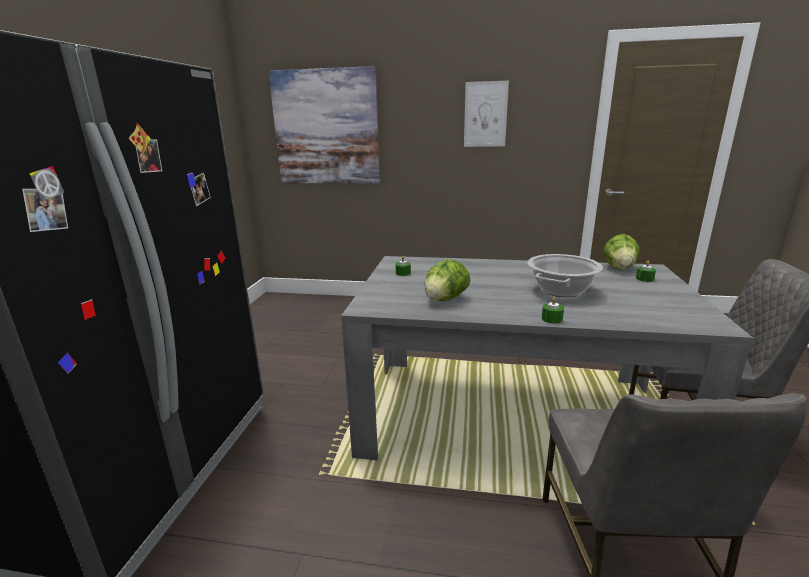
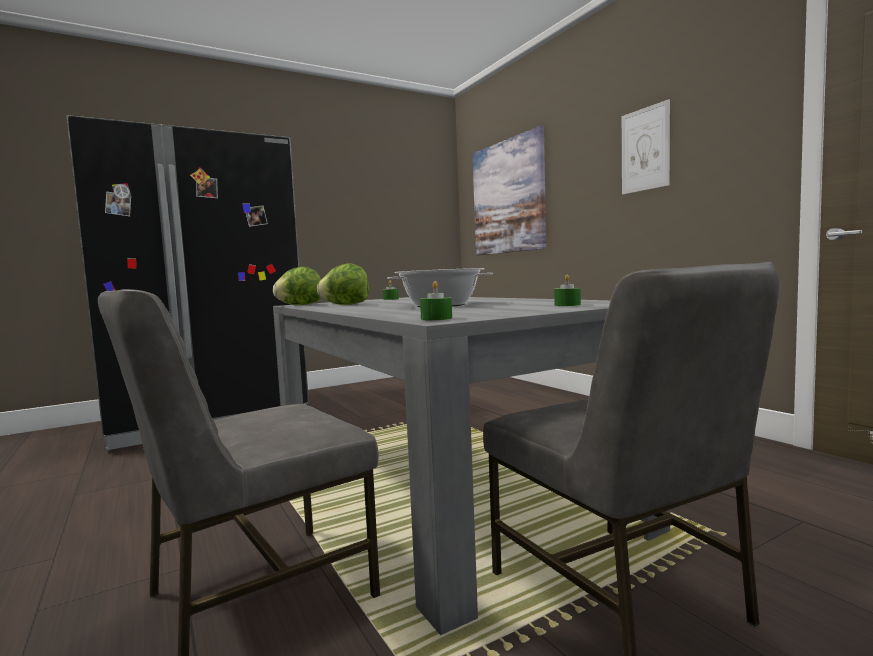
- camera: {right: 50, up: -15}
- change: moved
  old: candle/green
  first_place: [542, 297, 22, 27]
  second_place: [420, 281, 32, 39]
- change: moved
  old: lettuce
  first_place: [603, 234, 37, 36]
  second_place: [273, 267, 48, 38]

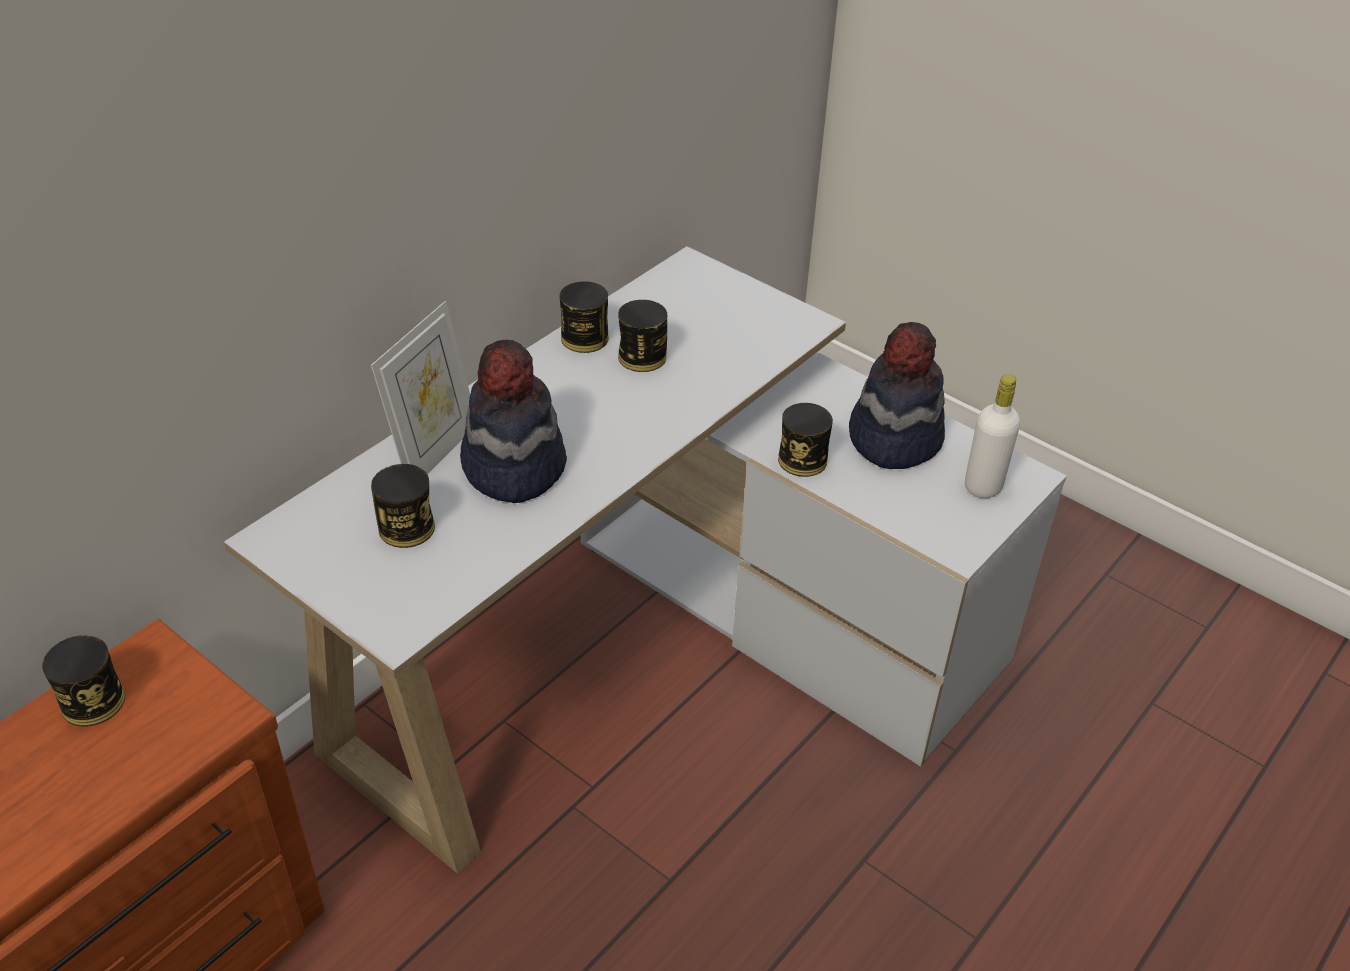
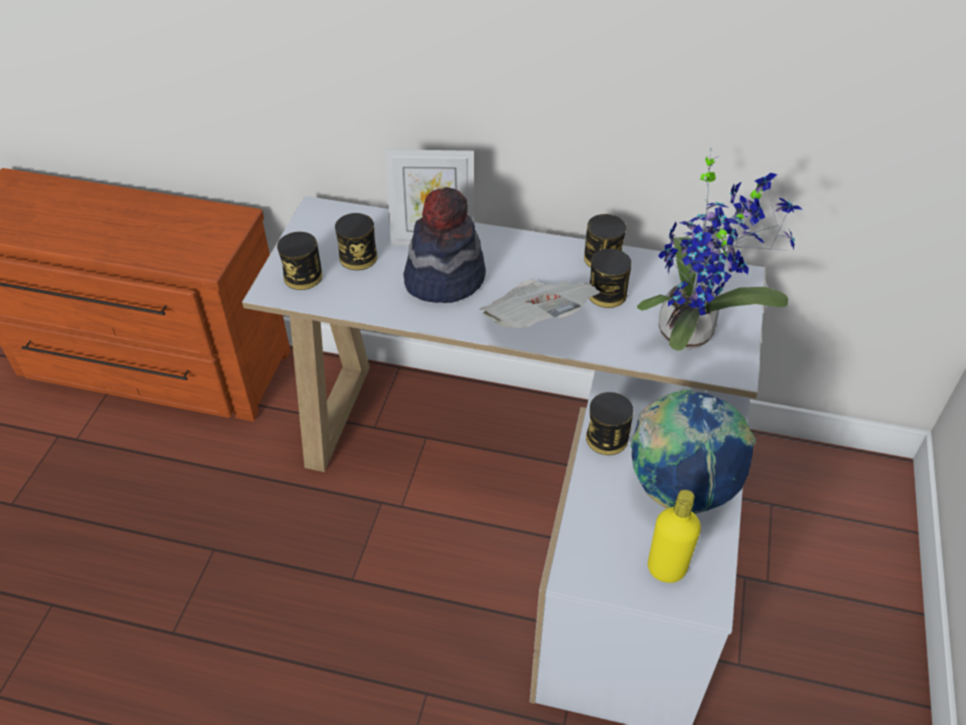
- camera: {right: 65, up: 5}
- change: added
  new: newspaper
  second_place: [480, 280, 120, 48]
- change: added
  new: potted plant
  second_place: [637, 148, 165, 203]
- change: moved
  old: can
  first_place: [42, 635, 83, 92]
  second_place: [277, 232, 45, 58]
- change: replaced
  old: hat
  new: globe
  first_place: [849, 322, 96, 147]
  second_place: [630, 389, 126, 125]
- change: recoloured
  old: bottle/white
  new: bottle/yellow
  first_place: [965, 374, 55, 124]
  second_place: [648, 490, 53, 93]

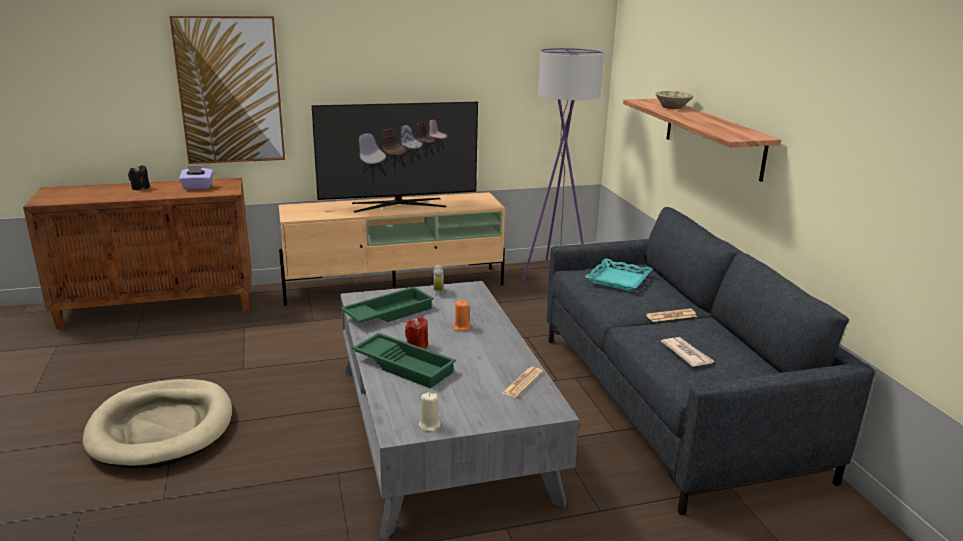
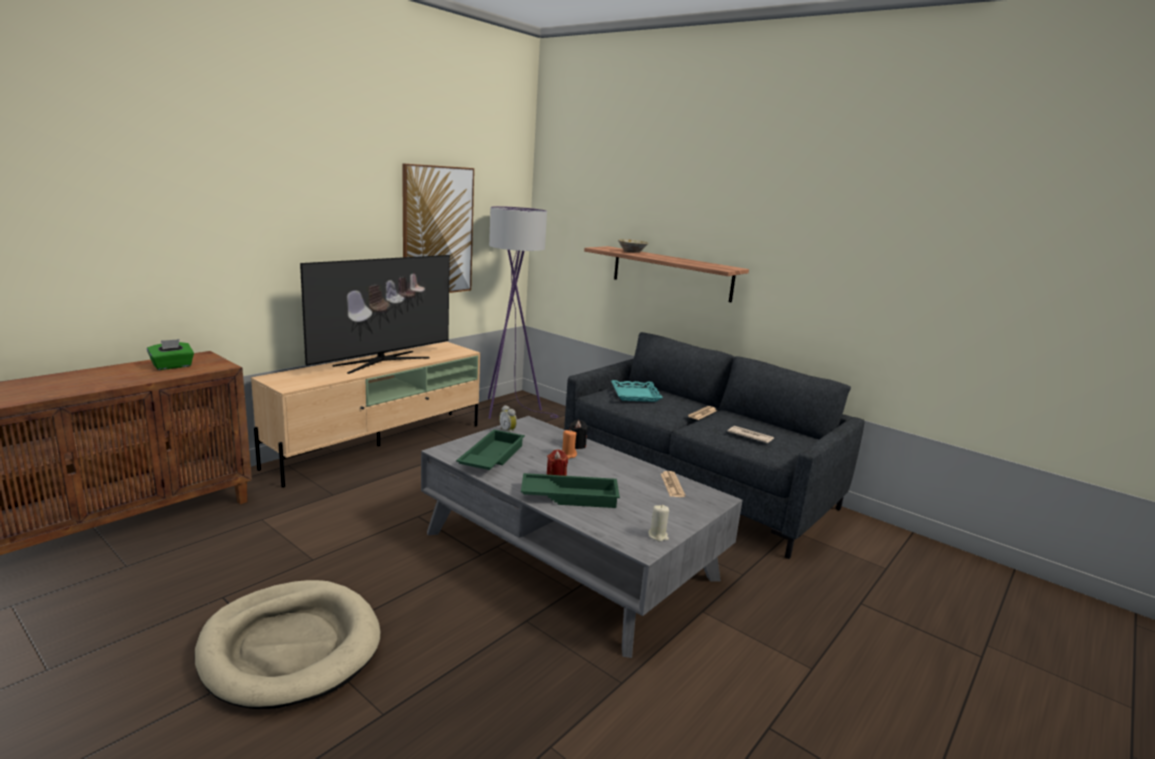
- camera: {right: -35, up: -5}
- change: moved
  old: candle/black
  first_place: [128, 165, 22, 25]
  second_place: [569, 420, 19, 29]
- change: moved
  old: picture
  first_place: [169, 16, 116, 148]
  second_place: [402, 163, 72, 130]
- change: recoloured
  old: tissue box/purple
  new: tissue box/green
  first_place: [179, 165, 34, 25]
  second_place: [147, 339, 47, 31]

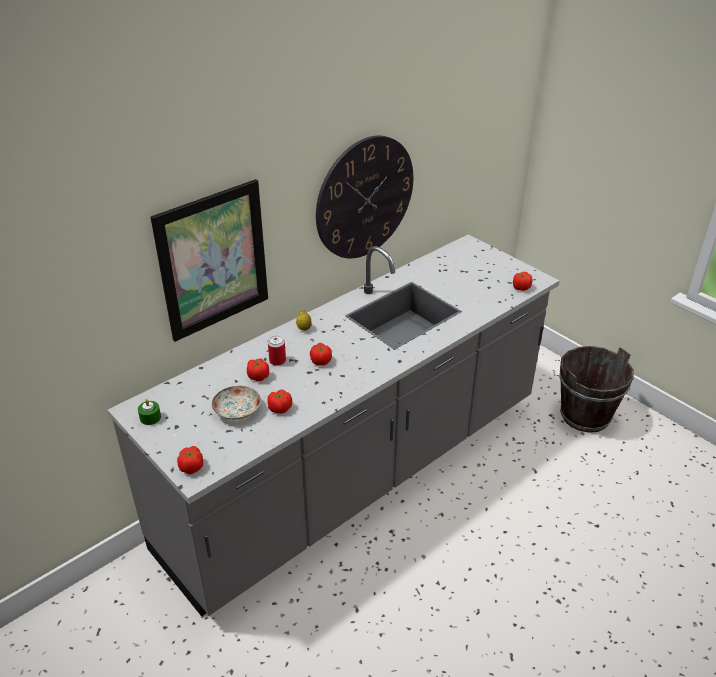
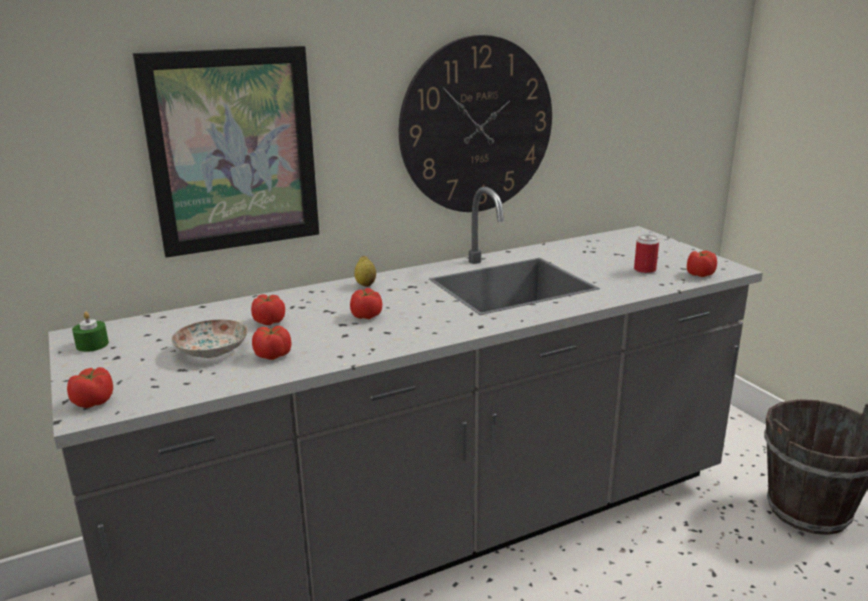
- camera: {right: 15, up: -15}
- change: moved
  old: can
  first_place: [268, 335, 18, 31]
  second_place: [634, 234, 25, 40]

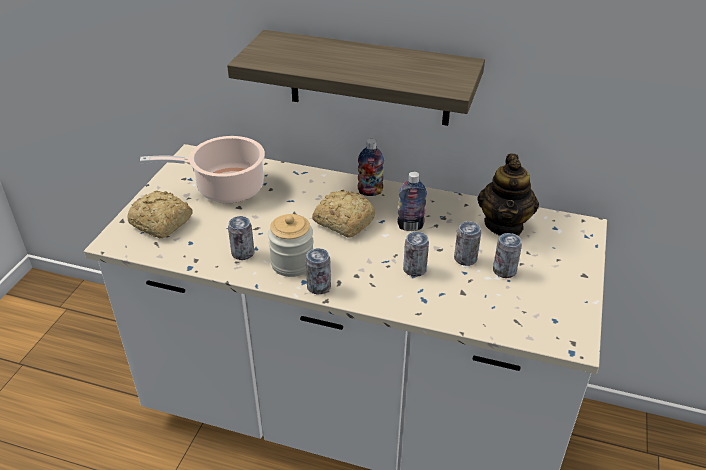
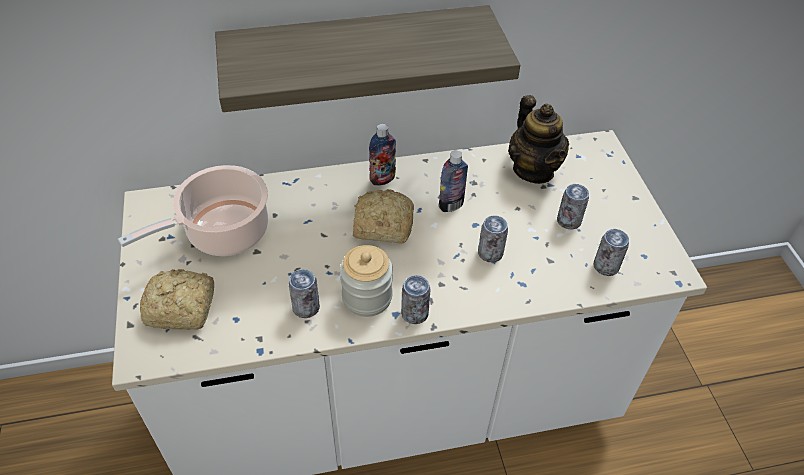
- camera: {right: -30, up: 10}
- change: moved
  old: can
  first_place: [454, 221, 27, 45]
  second_place: [593, 229, 36, 47]

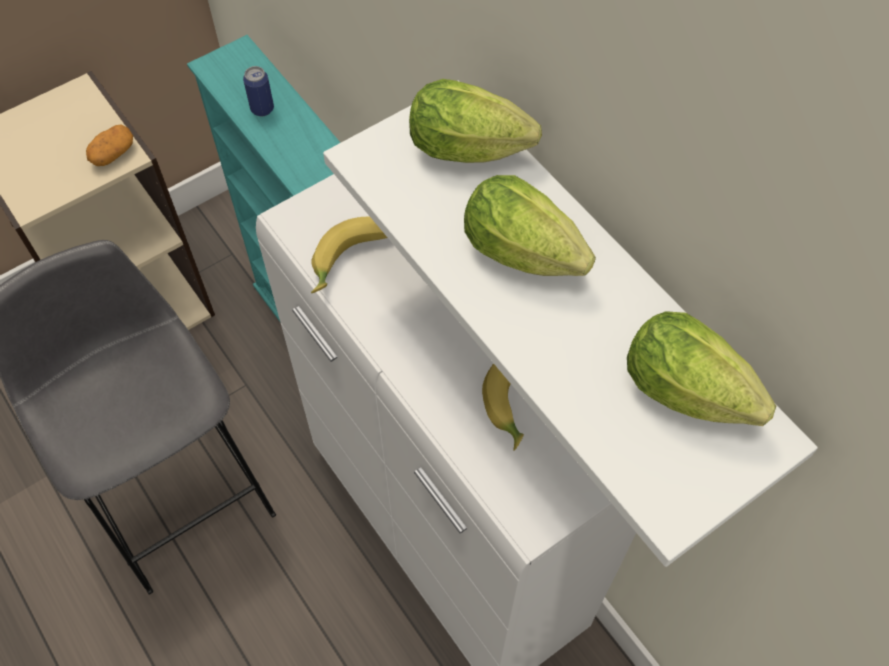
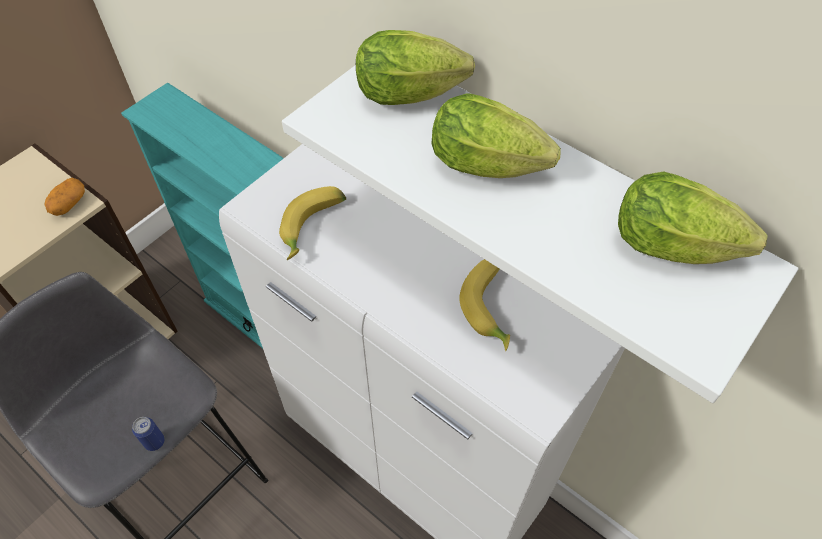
- camera: {right: -15, up: -5}
- change: moved
  old: can
  first_place: [243, 66, 31, 50]
  second_place: [132, 417, 33, 34]

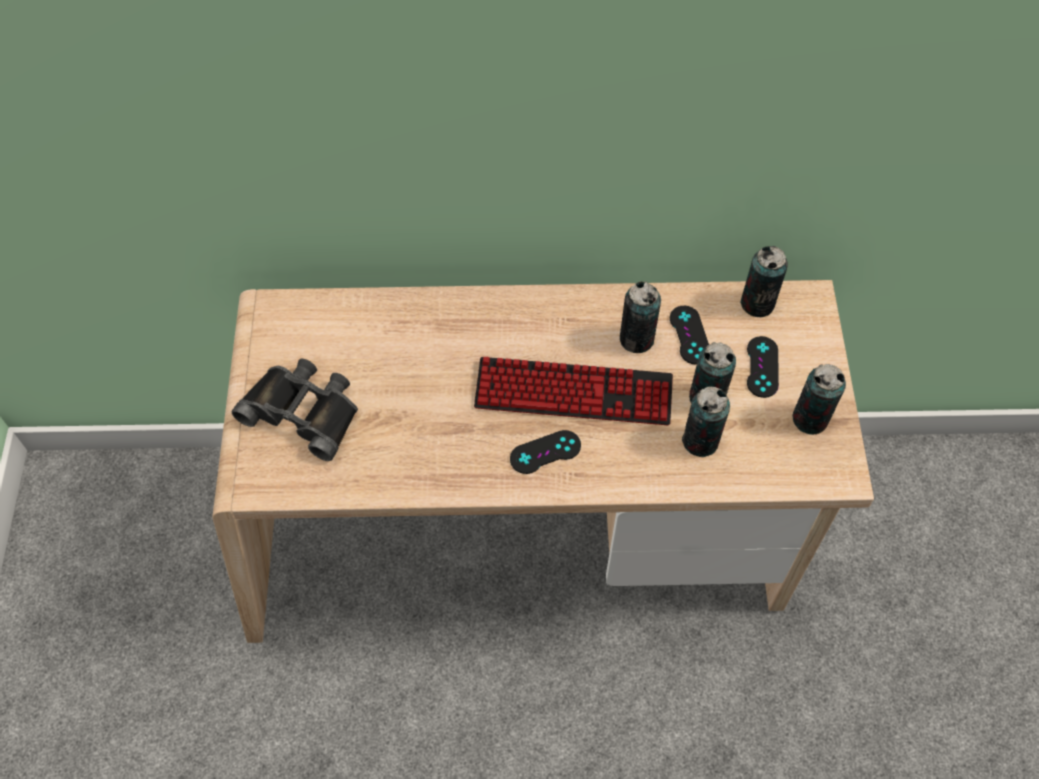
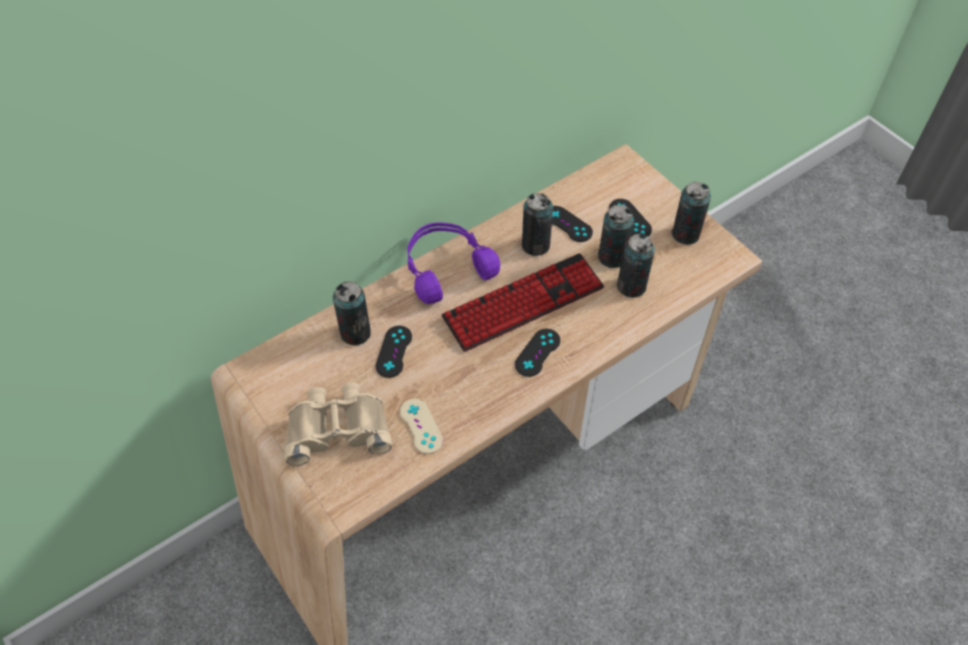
- camera: {right: -35, up: -5}
- change: added
  new: game controller/black
  second_place: [375, 326, 37, 52]
- change: added
  new: game controller/beige
  second_place: [400, 399, 43, 55]
- change: added
  new: headphones/purple
  second_place: [407, 222, 93, 82]
- change: moved
  old: can
  first_place: [740, 246, 48, 71]
  second_place: [333, 281, 38, 64]
- change: recoloured
  old: binoculars/black
  new: binoculars/beige
  first_place: [231, 359, 127, 102]
  second_place: [285, 382, 107, 84]

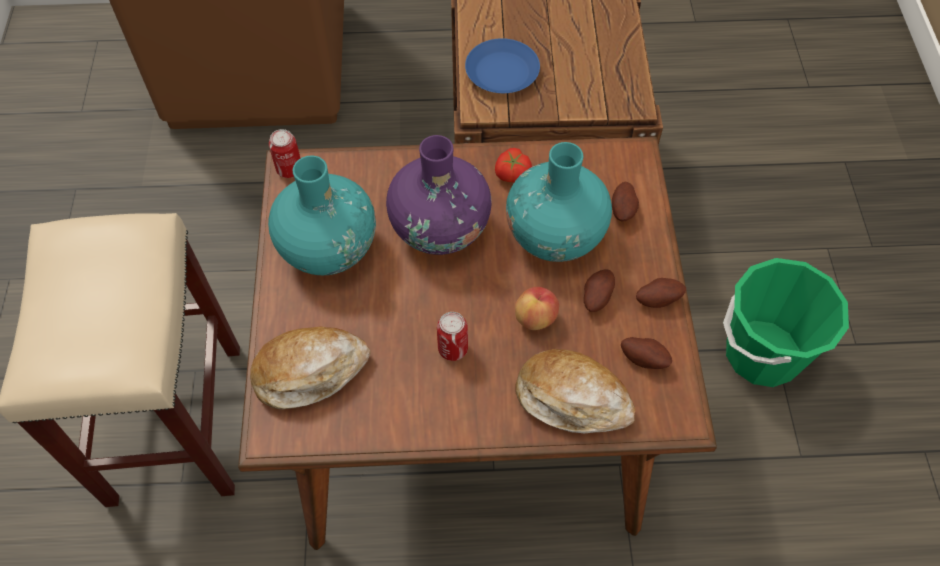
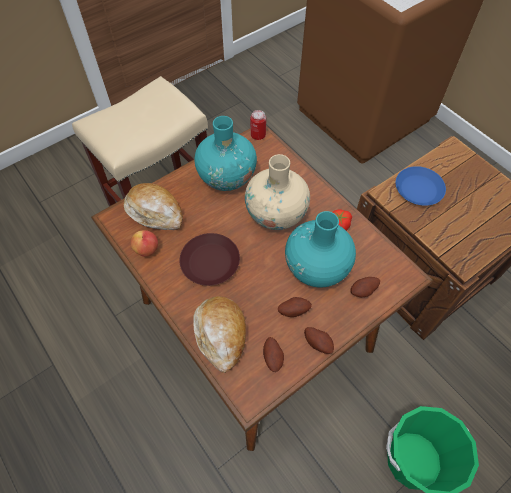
- camera: {right: 55, up: 0}
- change: moved
  old: apple
  first_place: [515, 287, 44, 43]
  second_place: [130, 230, 28, 27]
- change: replaced
  old: can
  new: plate/brown
  first_place: [437, 312, 31, 49]
  second_place: [179, 233, 61, 53]
- change: recoloured
  old: vase/purple
  new: vase/beige
  first_place: [386, 135, 105, 120]
  second_place: [245, 154, 65, 76]

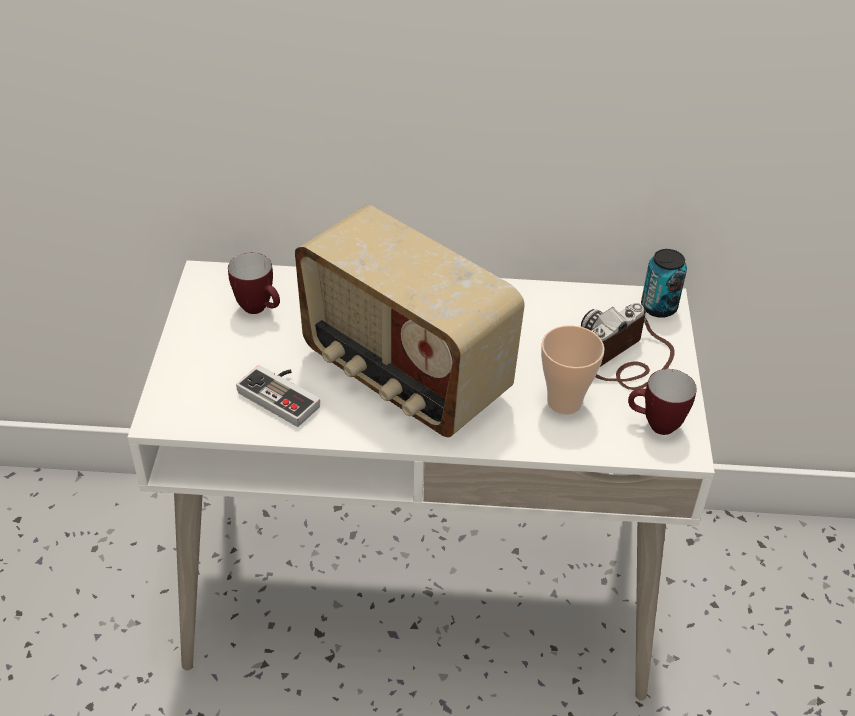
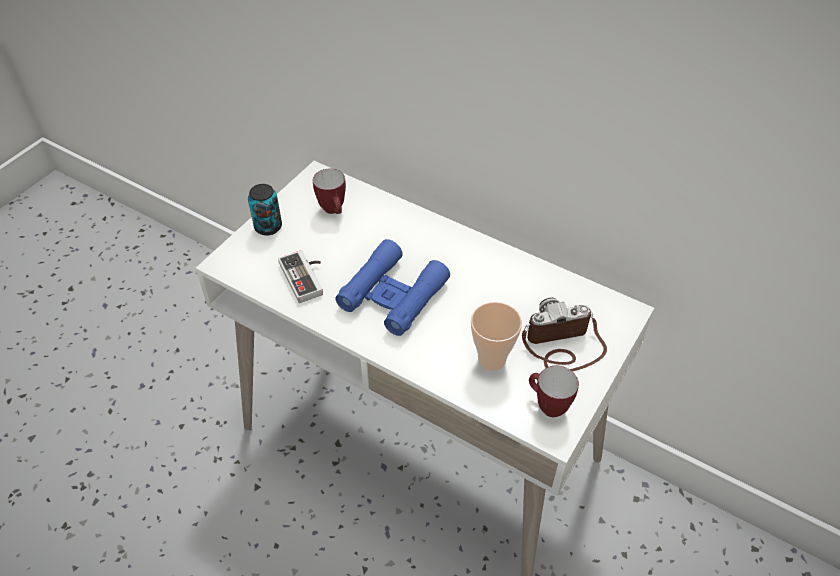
- camera: {right: 30, up: 5}
- change: moved
  old: can
  first_place: [641, 249, 46, 69]
  second_place: [248, 184, 34, 51]
- change: replaced
  old: radio
  new: binoculars/blue
  first_place: [295, 205, 230, 232]
  second_place: [335, 239, 115, 97]

